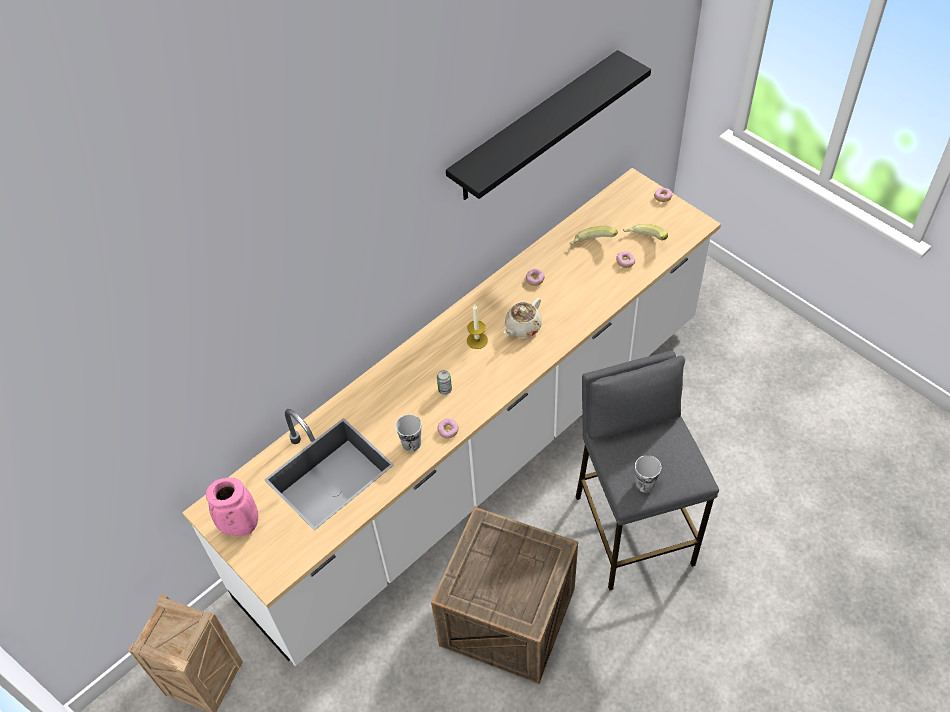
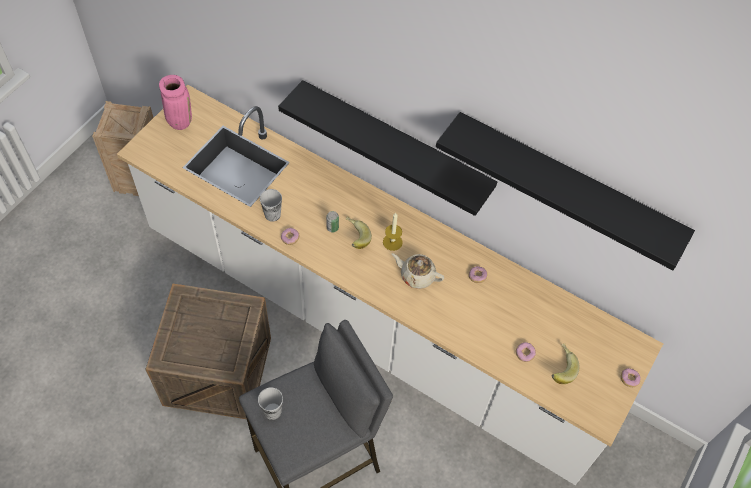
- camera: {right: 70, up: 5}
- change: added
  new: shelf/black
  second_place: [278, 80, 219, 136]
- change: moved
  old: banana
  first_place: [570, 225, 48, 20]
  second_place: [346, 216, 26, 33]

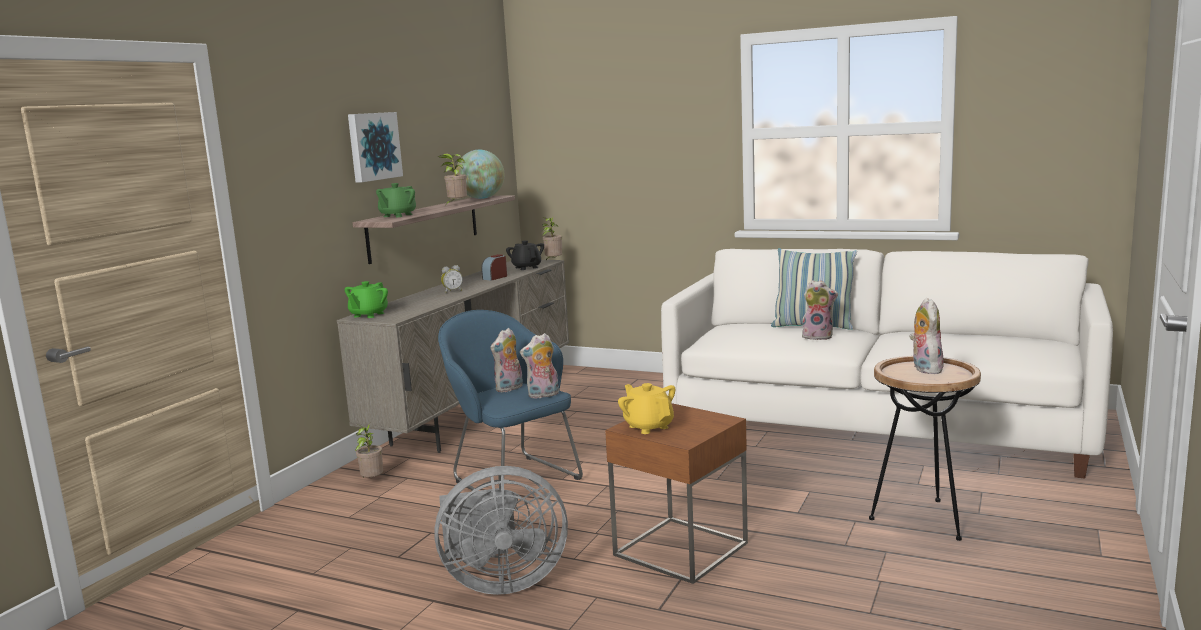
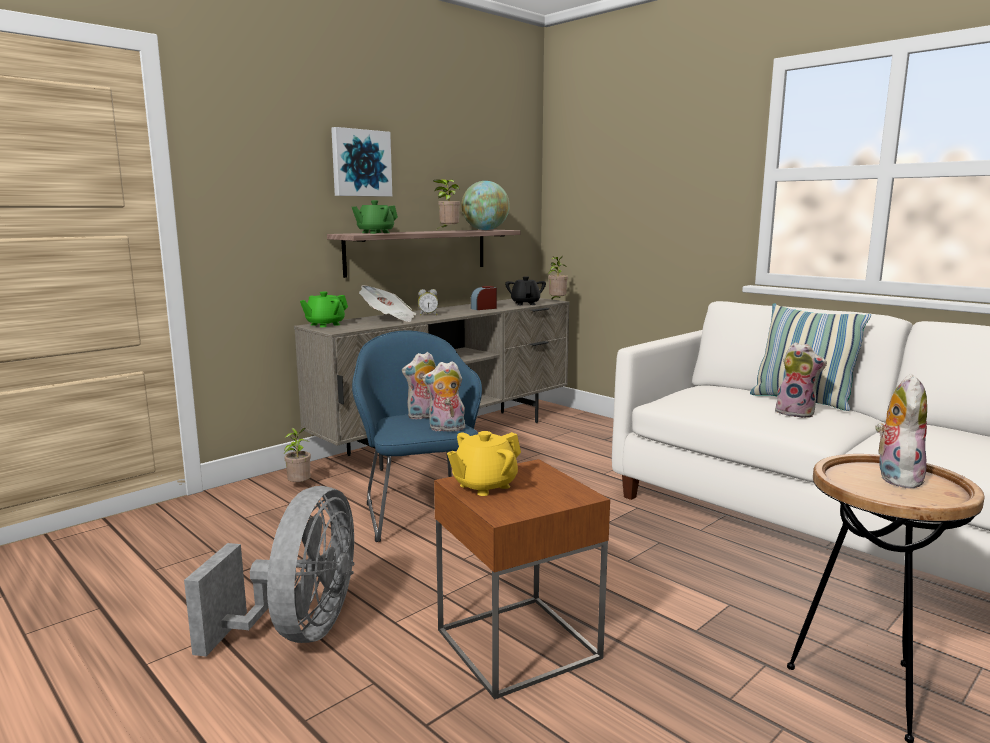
- camera: {right: 20, up: 0}
- change: added
  new: newspaper
  second_place: [359, 285, 57, 37]
- change: turned
  old: fan/grey
  first_place: [434, 466, 134, 129]
  second_place: [184, 486, 171, 171]
  degrees: -90
- change: turned
  old: teapot/yellow
  first_place: [618, 383, 57, 51]
  second_place: [447, 431, 74, 65]
  degrees: -120

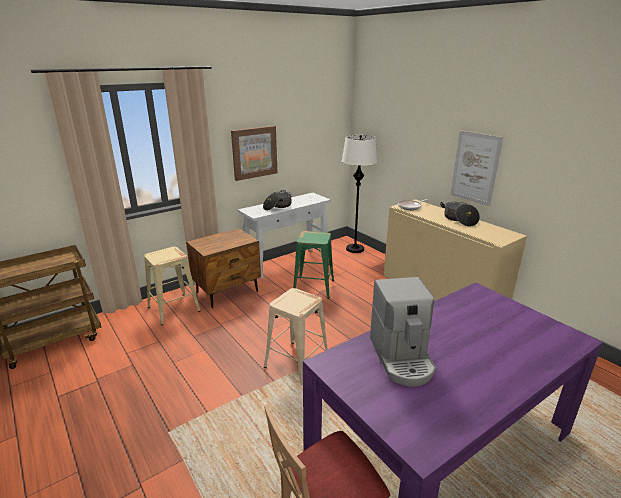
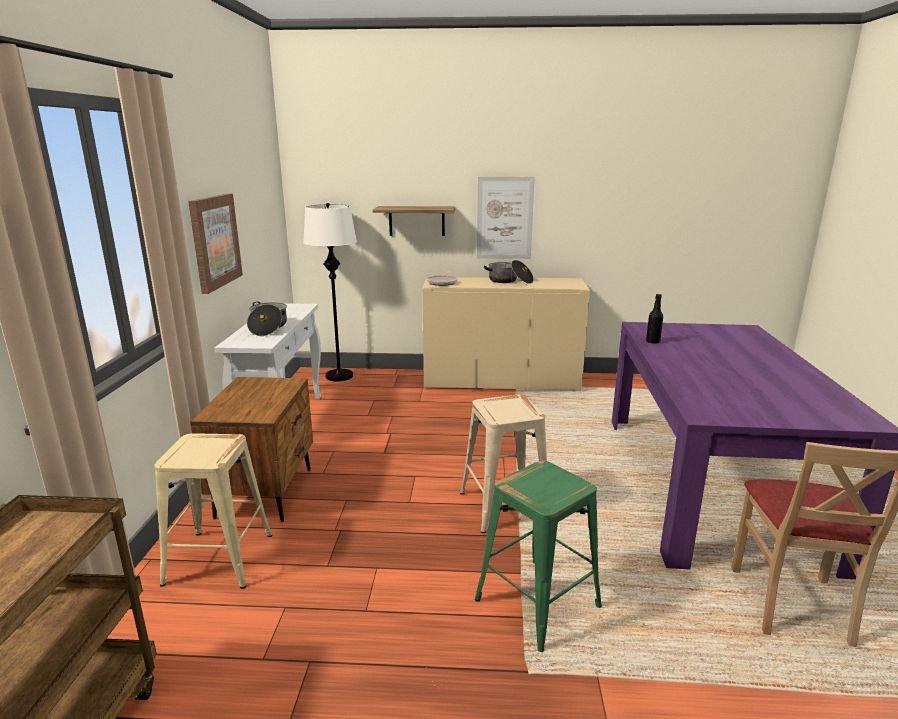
- camera: {right: -50, up: -5}
- change: removed
  old: coffee machine
  first_place: [370, 277, 66, 110]
- change: added
  new: shelf
  second_place: [372, 206, 83, 30]
- change: added
  new: bottle/black
  second_place: [646, 294, 17, 50]
- change: moved
  old: stool/green
  first_place: [293, 231, 41, 68]
  second_place: [475, 460, 127, 192]

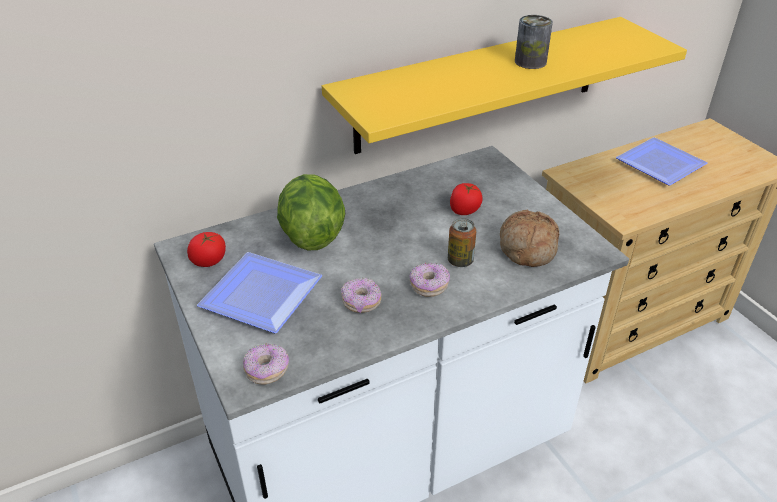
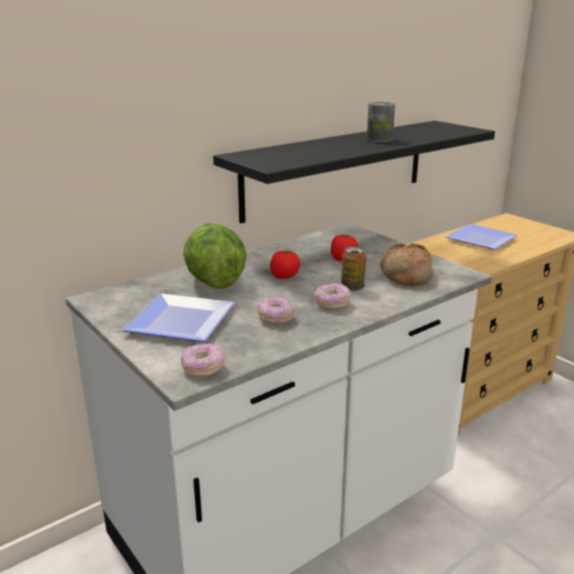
- camera: {right: -10, up: -15}
- change: moved
  old: tomato
  first_place: [187, 232, 39, 35]
  second_place: [270, 251, 30, 28]
- change: recoloured
  old: shelf/yellow
  new: shelf/black
  first_place: [322, 17, 365, 137]
  second_place: [213, 121, 282, 102]

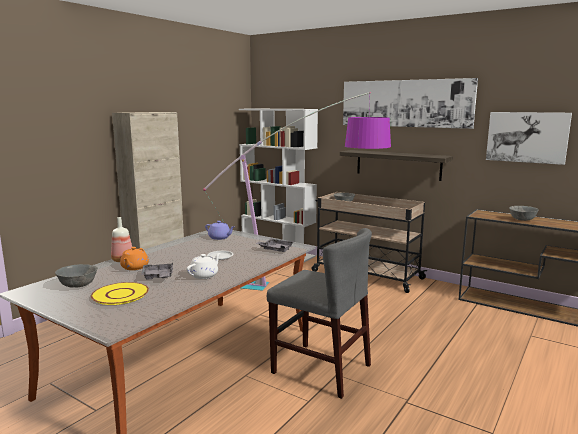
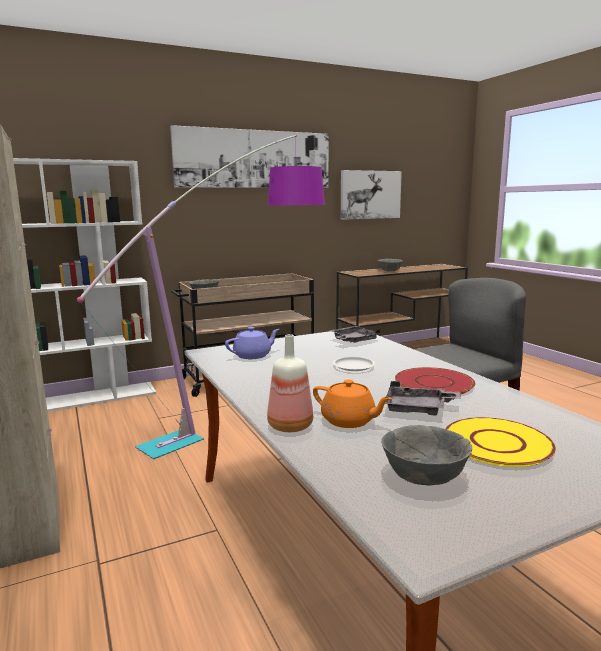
- camera: {right: -60, up: 0}
- change: removed
  old: shelf
  first_place: [340, 150, 113, 31]
- change: replaced
  old: teapot/white
  new: plate/red
  first_place: [186, 253, 35, 26]
  second_place: [395, 367, 81, 27]

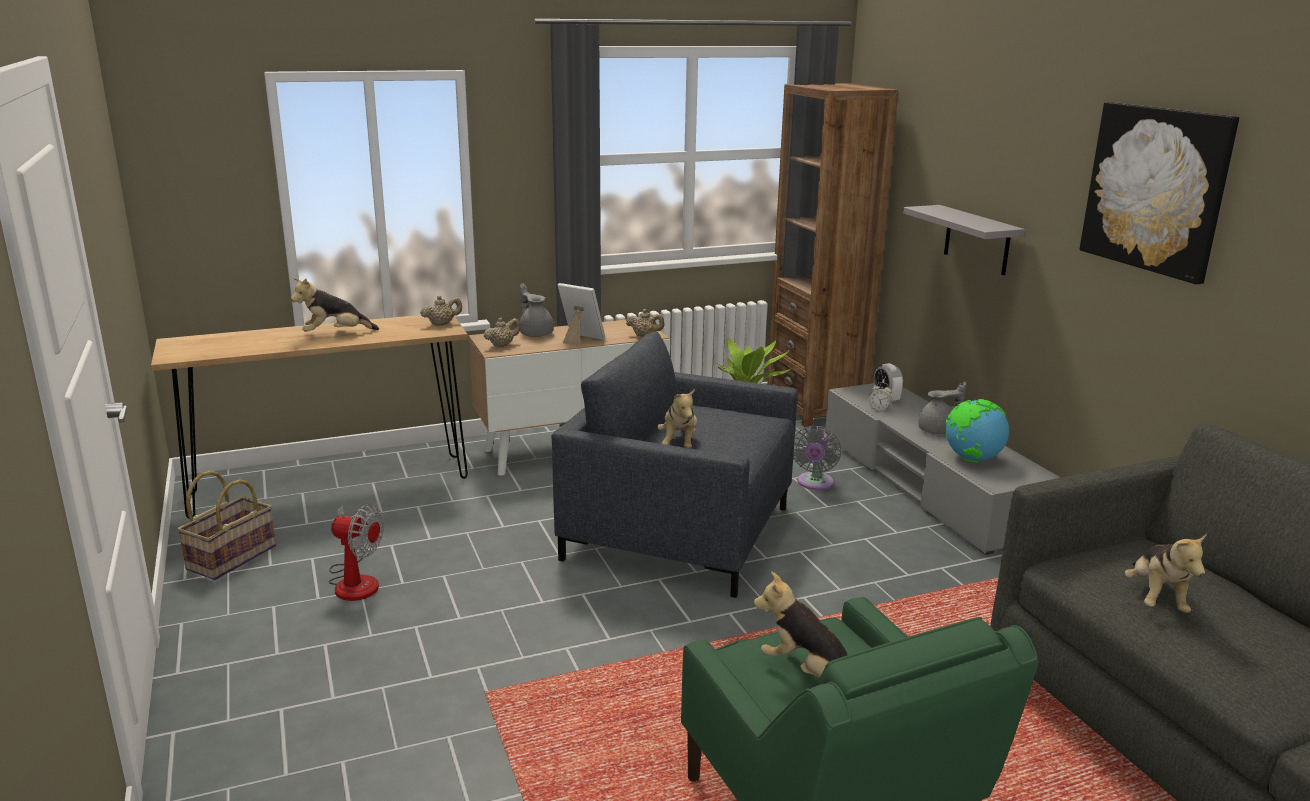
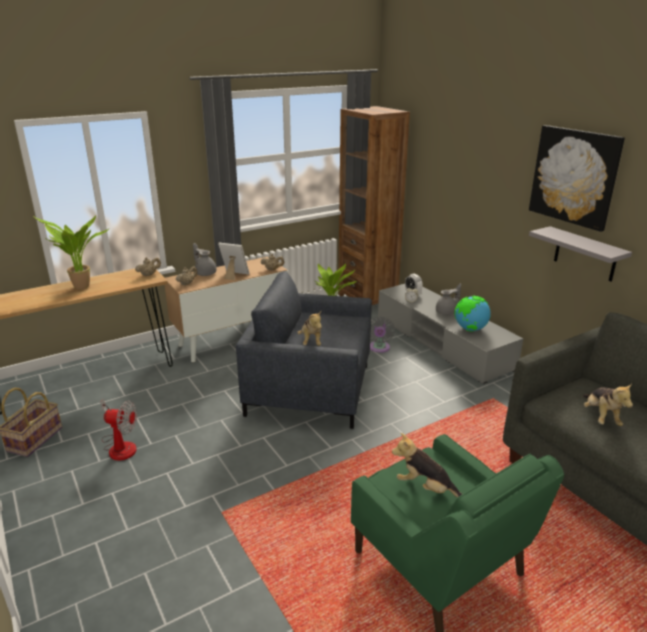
- camera: {right: -10, up: 5}
- change: moved
  old: shelf/grey
  first_place: [903, 205, 122, 70]
  second_place: [529, 226, 103, 56]
- change: replaced
  old: plush toy
  new: potted plant
  first_place: [291, 278, 88, 54]
  second_place: [35, 215, 75, 74]

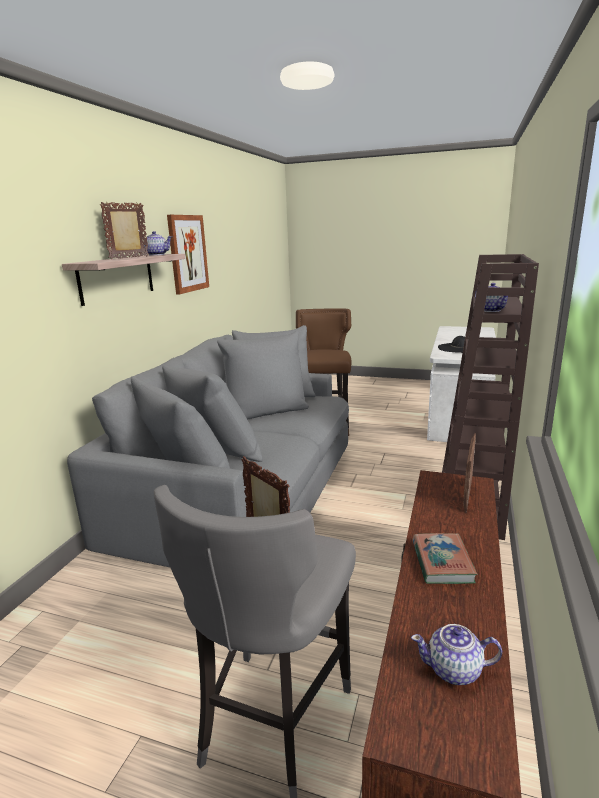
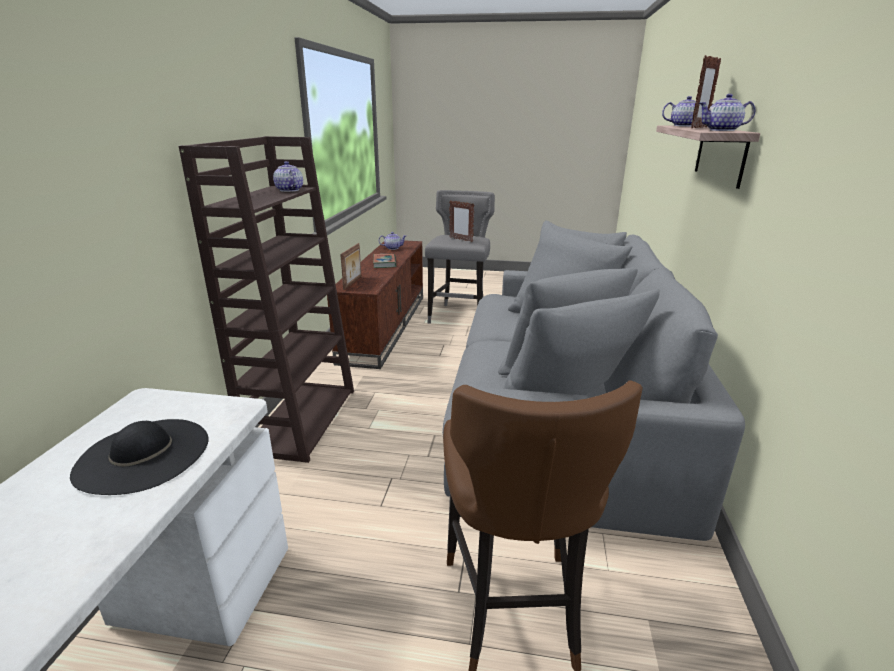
- camera: {right: 170, up: 5}
- change: removed
  old: picture
  first_place: [167, 215, 42, 79]
- change: added
  new: teapot
  second_place: [662, 96, 51, 31]

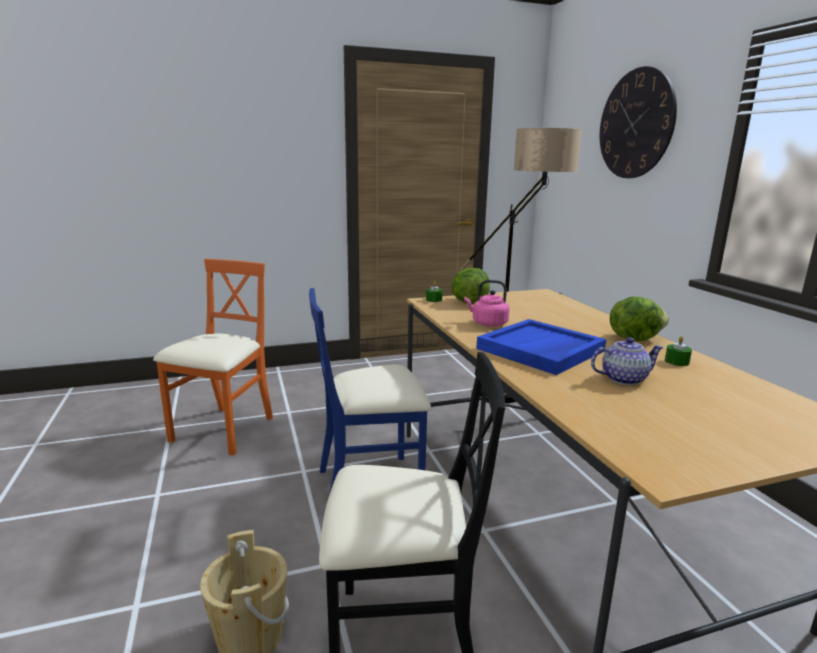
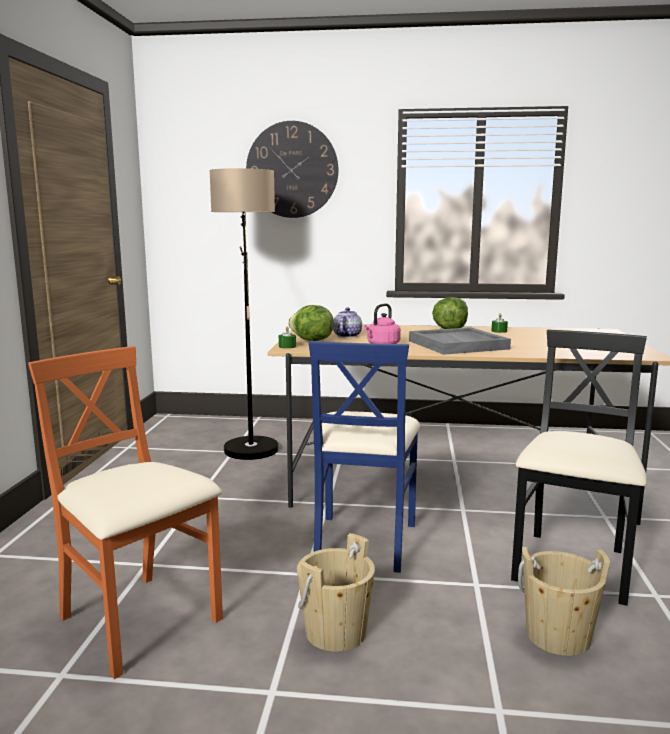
- camera: {right: -65, up: -5}
- change: added
  new: bucket/beige
  second_place: [297, 533, 78, 119]
- change: moved
  old: teapot
  first_place: [591, 337, 73, 48]
  second_place: [333, 307, 29, 31]
- change: recoloured
  old: tray/blue
  new: tray/grey
  first_place: [476, 319, 130, 56]
  second_place: [409, 327, 102, 28]

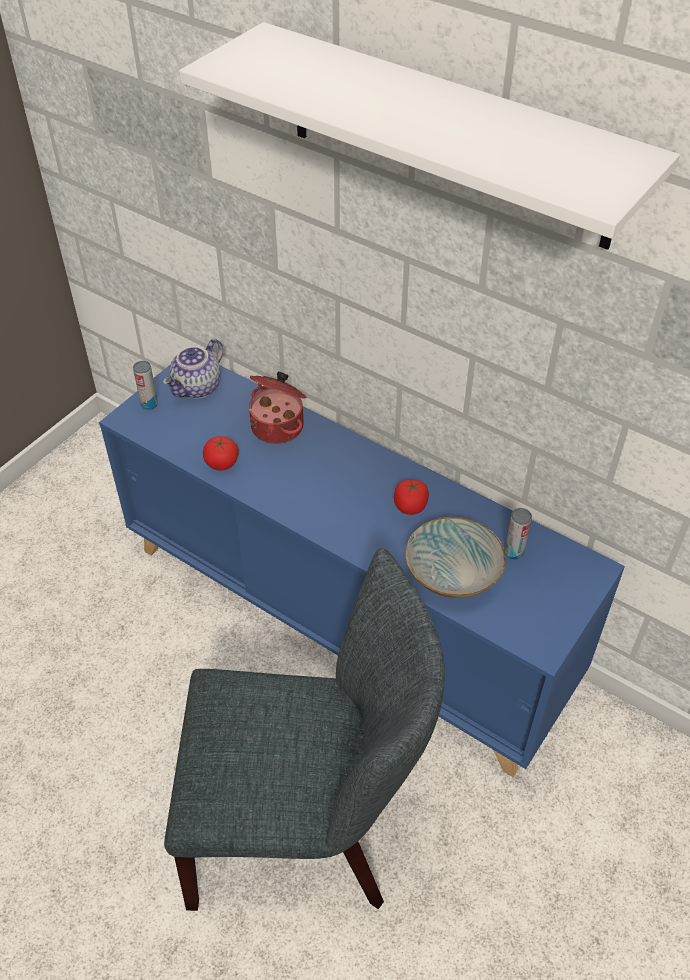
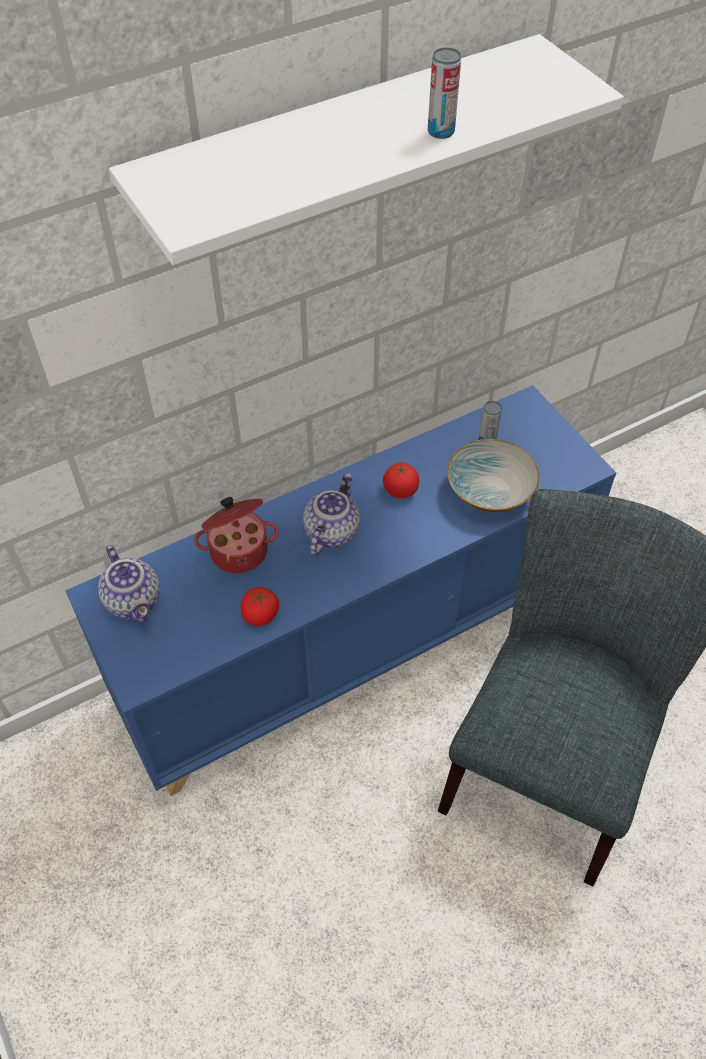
- camera: {right: -65, up: 5}
- change: added
  new: teapot
  second_place: [303, 473, 57, 82]
- change: moved
  old: can
  first_place: [133, 361, 25, 49]
  second_place: [428, 47, 33, 92]

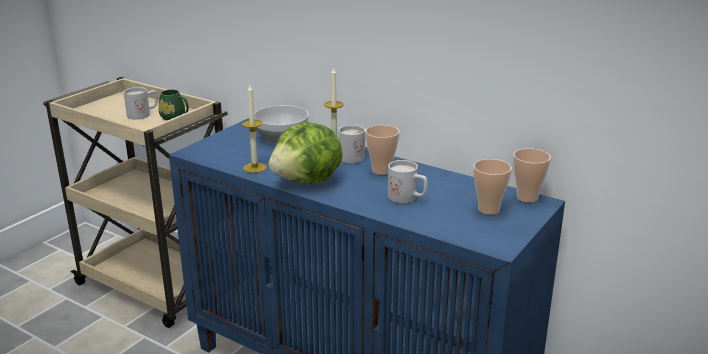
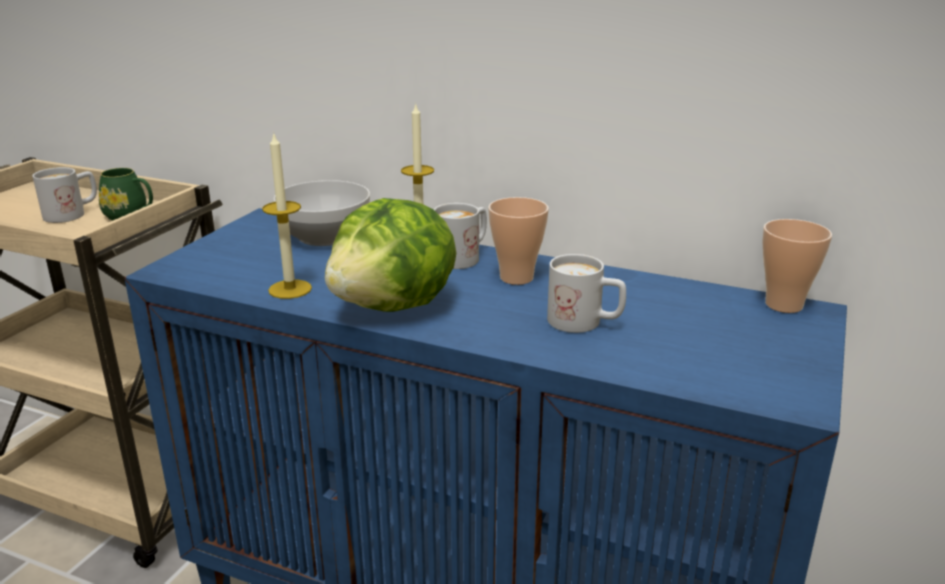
- camera: {right: -10, up: 0}
- change: removed
  old: cup
  first_place: [473, 159, 39, 56]

